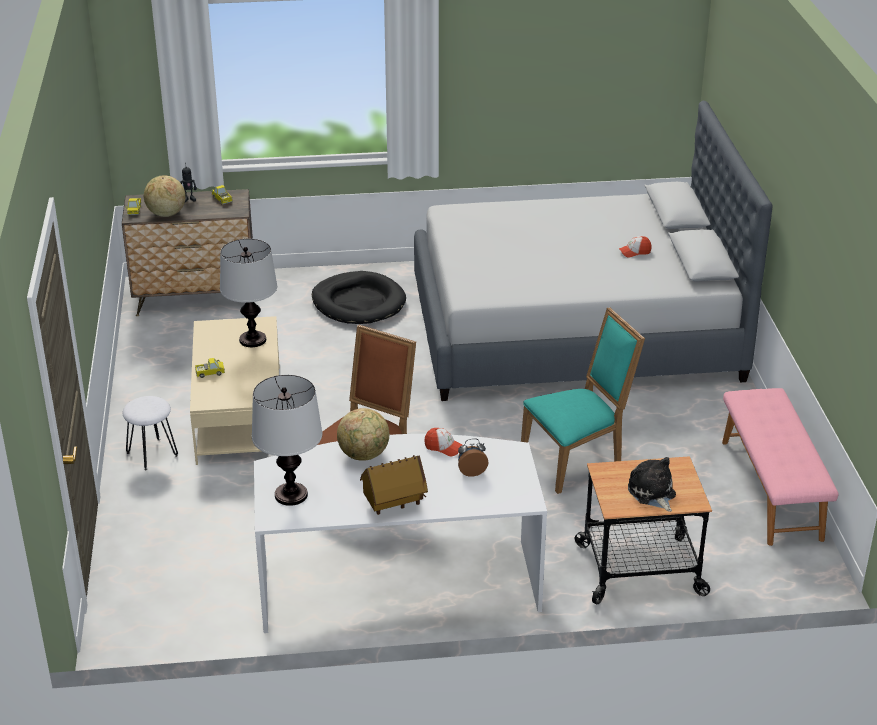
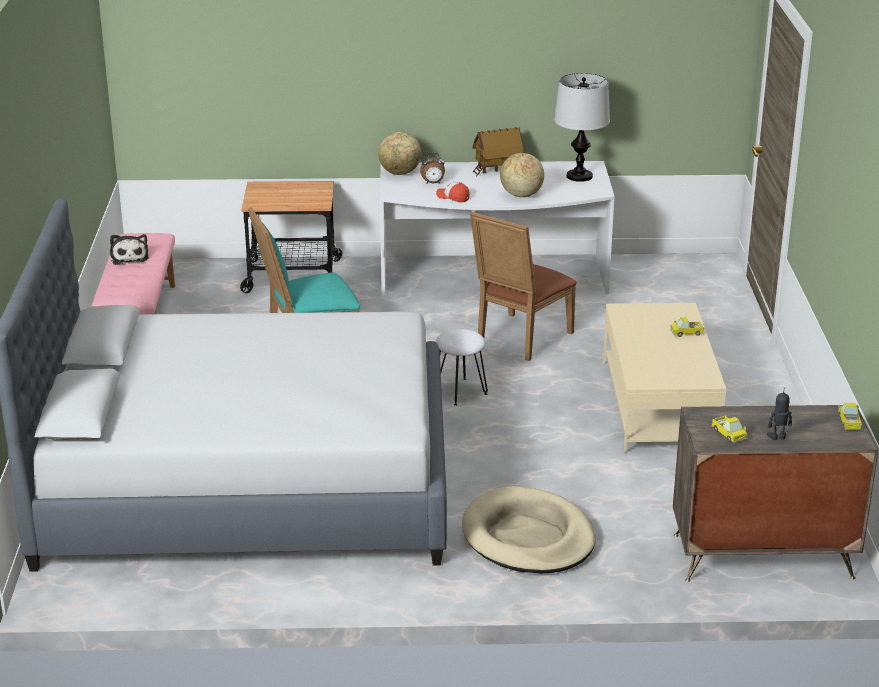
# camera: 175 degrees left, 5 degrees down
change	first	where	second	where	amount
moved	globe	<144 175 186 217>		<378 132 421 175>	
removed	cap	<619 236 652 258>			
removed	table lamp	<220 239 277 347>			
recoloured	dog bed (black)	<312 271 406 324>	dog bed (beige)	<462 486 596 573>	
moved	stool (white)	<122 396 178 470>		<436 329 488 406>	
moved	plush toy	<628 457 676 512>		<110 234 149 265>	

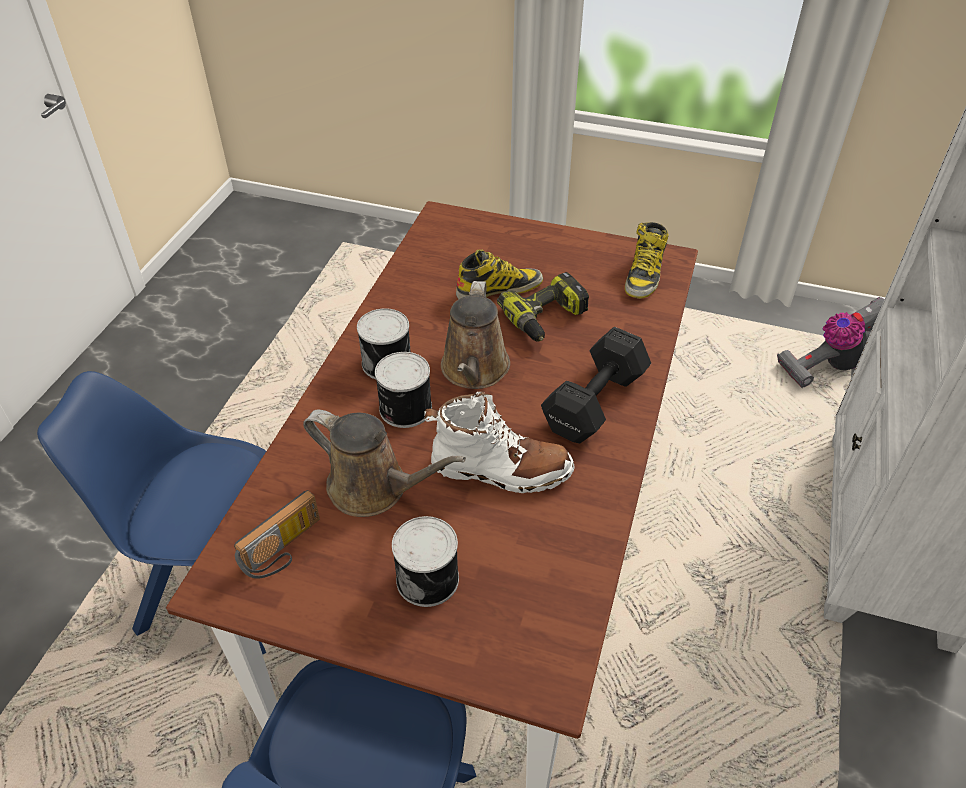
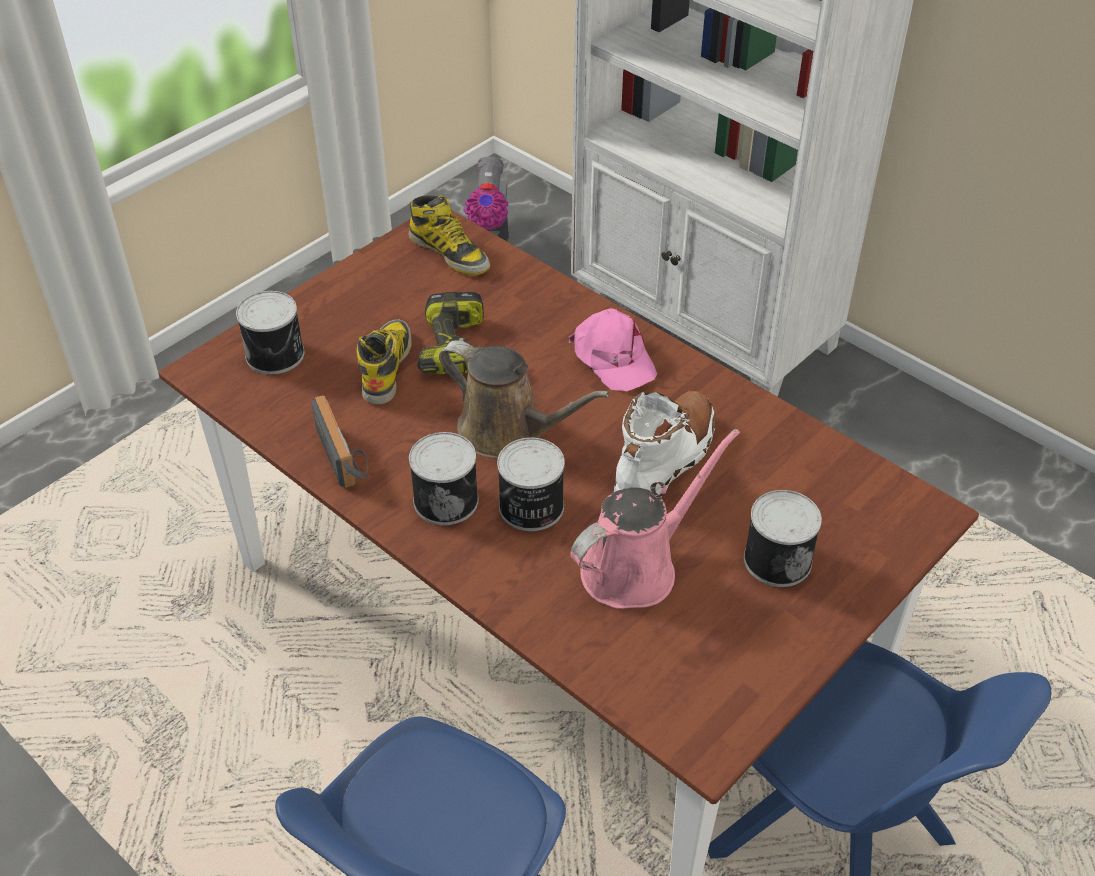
# camera: 65 degrees left, 0 degrees up
change	first	where	second	where	amount
replaced	dumbbell (black)	<541 327 651 444>	cap (pink)	<568 308 657 391>	
recoloured	watering can (brown)	<303 410 466 517>	watering can (pink)	<570 429 740 609>	
moved	radio	<234 490 320 579>		<311 395 368 488>	
added			can	<236 291 304 374>	

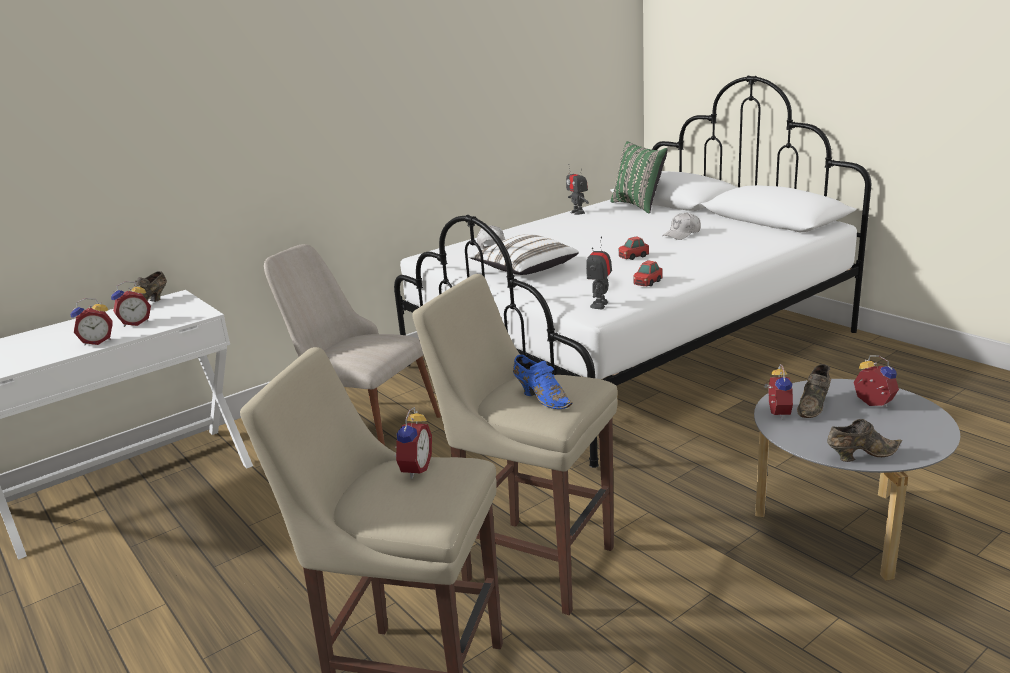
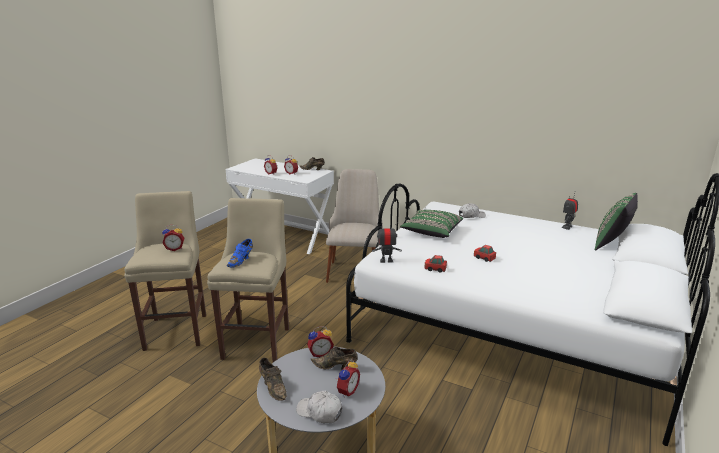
# camera: 65 degrees right, 0 degrees up
change	first	where	second	where	amount
moved	cap (white)	<662 212 701 240>		<296 391 342 423>	
recoloured	pillow (white)	<469 234 579 275>	pillow (green)	<400 210 463 238>	

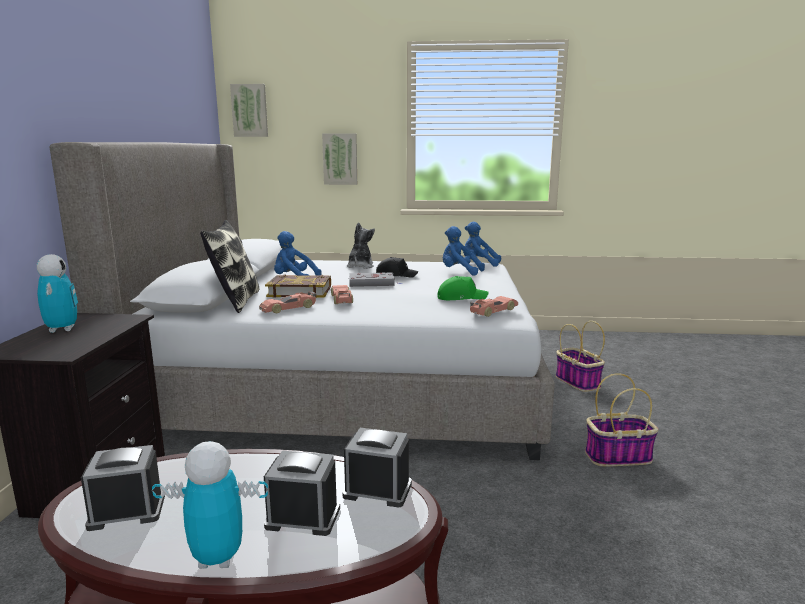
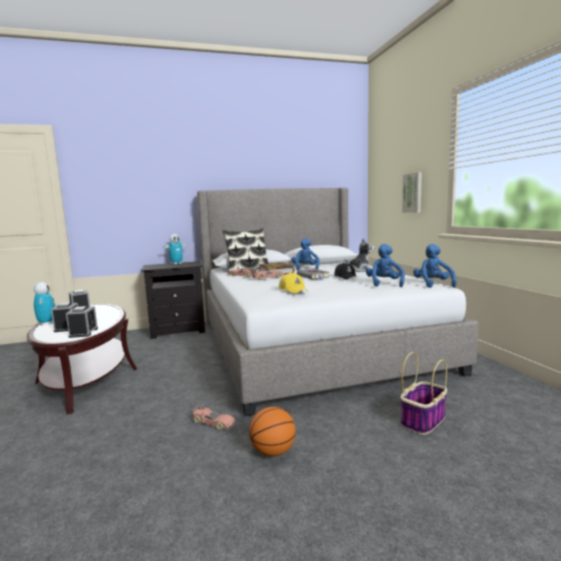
# camera: 70 degrees right, 5 degrees down
change	first	where	second	where	amount
removed	picture	<230 84 268 137>			
recoloured	cap (green)	<437 276 488 300>	cap (yellow)	<279 273 307 293>	
moved	toy car	<470 296 518 317>		<191 406 236 430>	
replaced	basket	<585 373 658 466>	basketball	<249 407 296 457>	

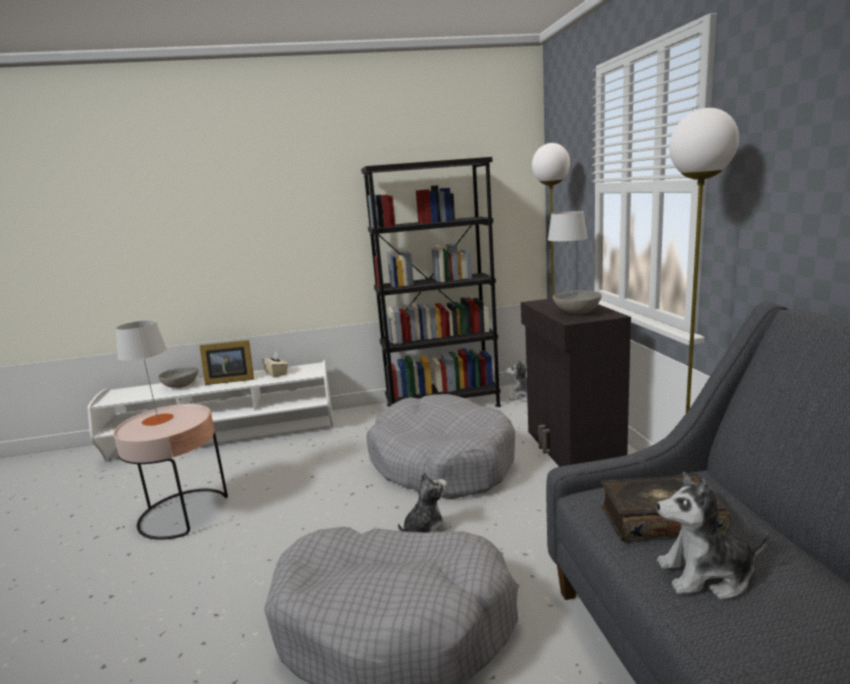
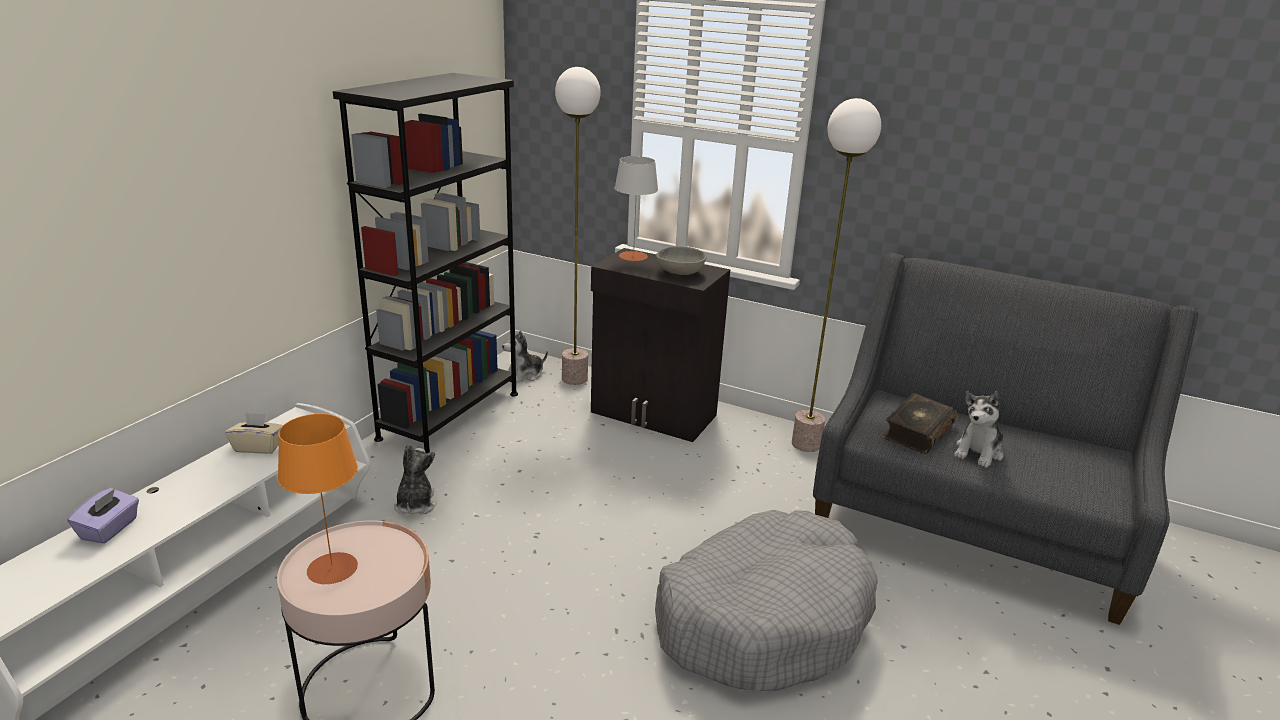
# camera: 55 degrees left, 10 degrees up
change	first	where	second	where	amount
recoloured	table lamp (grey)	<116 320 174 426>	table lamp (orange)	<278 414 358 584>	
removed	picture frame	<199 340 254 385>			
replaced	bowl (grey)	<158 367 198 388>	tissue box (purple)	<68 488 139 544>	
removed	dog bed (grey)	<367 394 515 499>			
moved	plush toy	<398 471 451 533>		<394 444 437 514>	

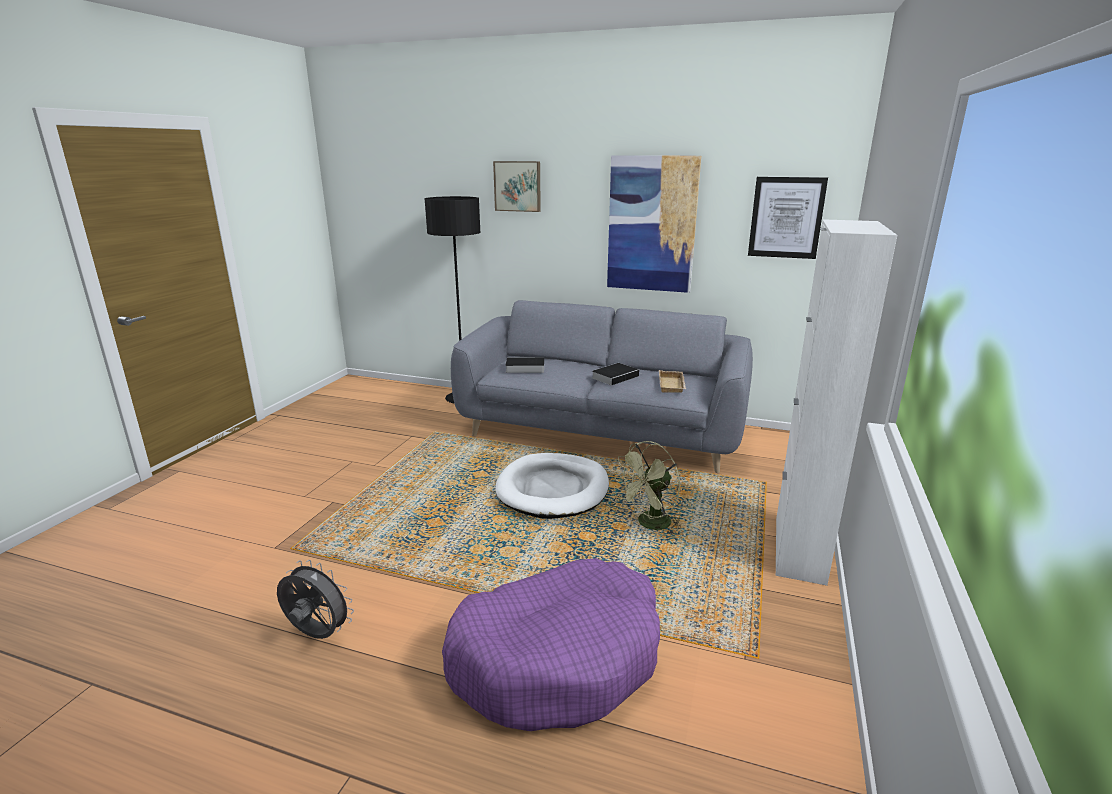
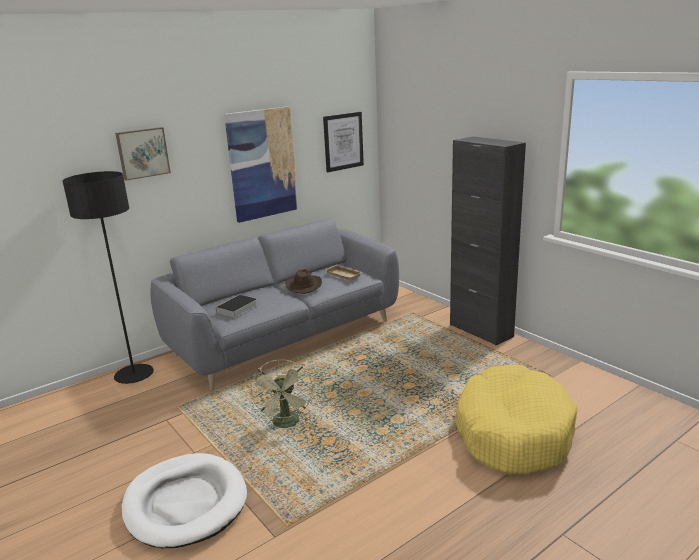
# camera: 55 degrees left, 0 degrees up
change	first	where	second	where	amount
recoloured	cabinet (white)	<775 219 897 586>	cabinet (black)	<450 136 526 346>	
replaced	book	<592 363 640 386>	hat (brown)	<285 269 322 294>	
moved	fan (green)	<615 441 682 534>		<250 359 313 428>	
moved	dog bed (white)	<495 453 609 519>		<122 453 247 548>	
recoloured	dog bed (purple)	<442 558 660 731>	dog bed (yellow)	<455 364 577 475>	
removed	fan (grey)	<277 560 354 639>			

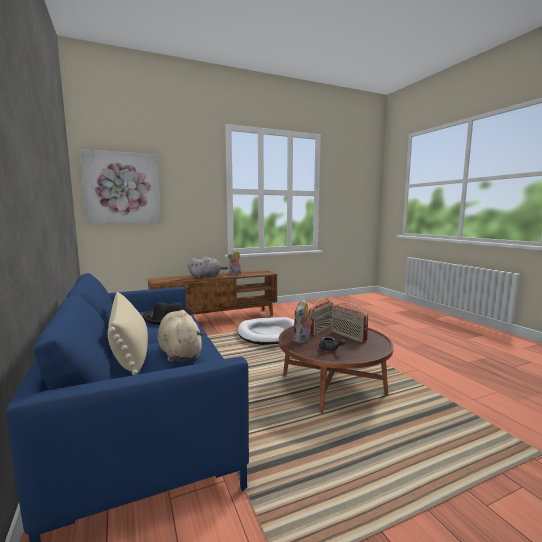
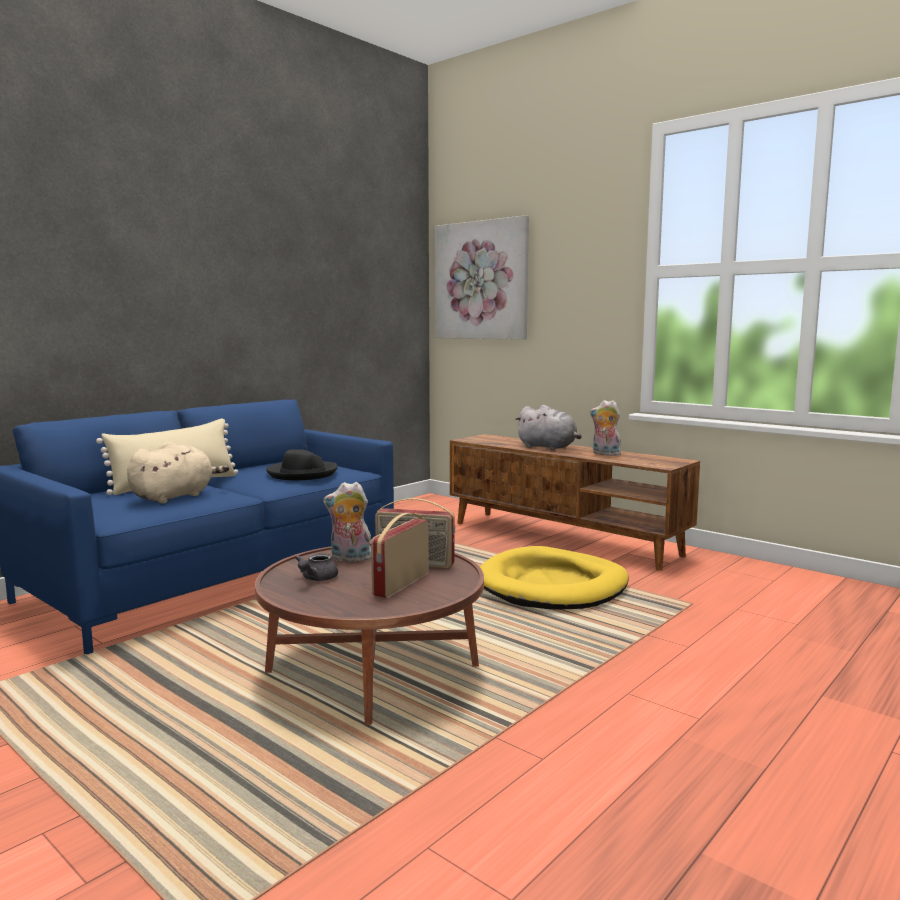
# camera: 65 degrees right, 0 degrees up
change	first	where	second	where	amount
recoloured	dog bed (white)	<238 317 295 345>	dog bed (yellow)	<480 546 629 610>	

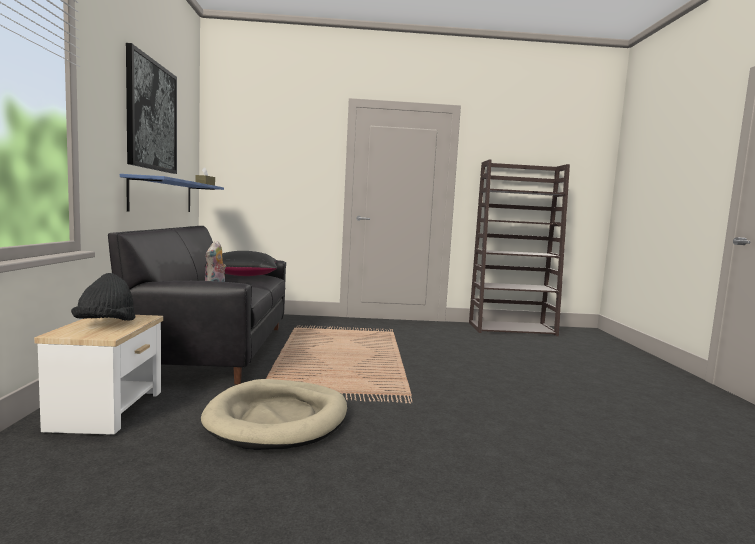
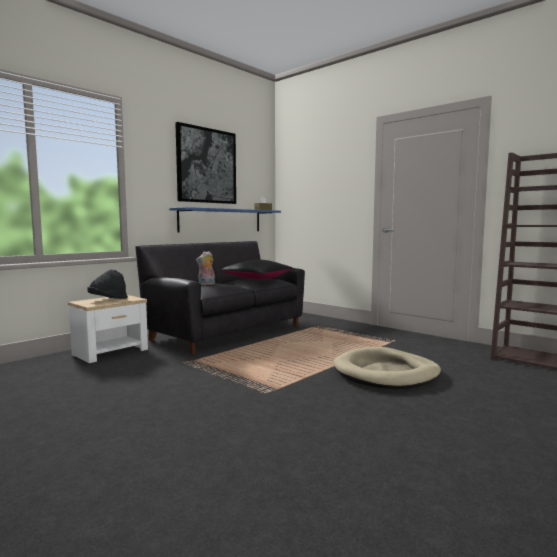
# camera: 45 degrees right, 0 degrees up
change	first	where	second	where	amount
moved	dog bed (beige)	<201 379 347 450>		<333 347 441 389>	

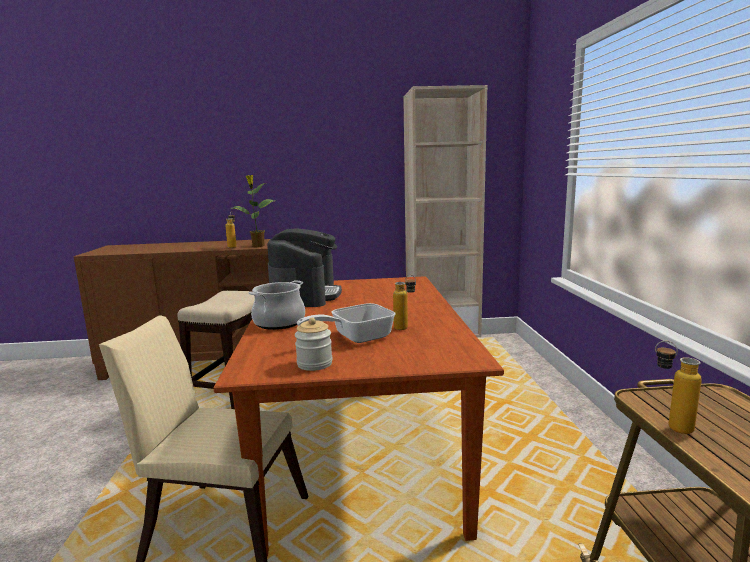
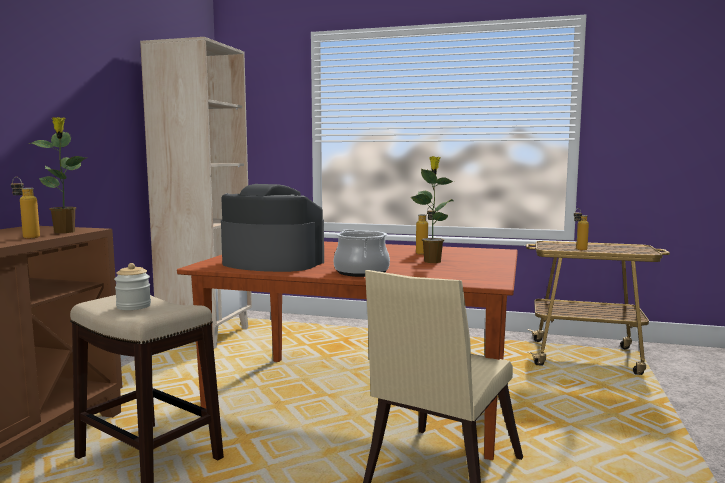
# camera: 70 degrees left, 5 degrees down
change	first	where	second	where	amount
replaced	frying pan	<297 303 395 343>	potted plant	<411 156 454 263>	
moved	jar	<295 318 332 371>		<114 263 151 310>	

